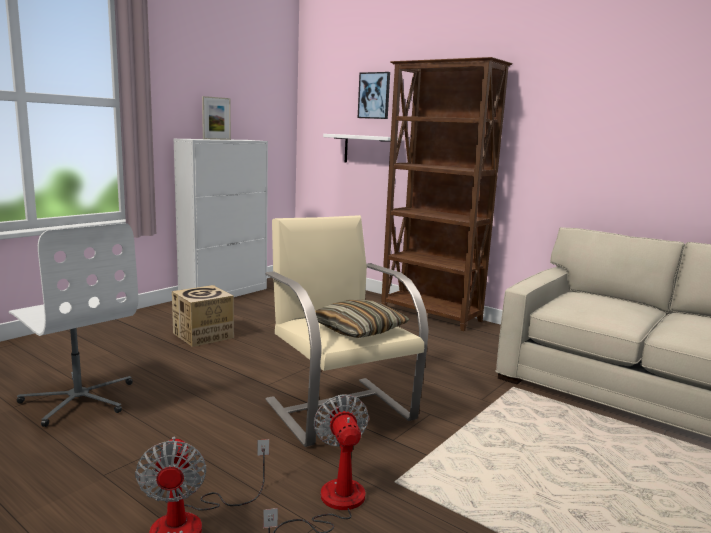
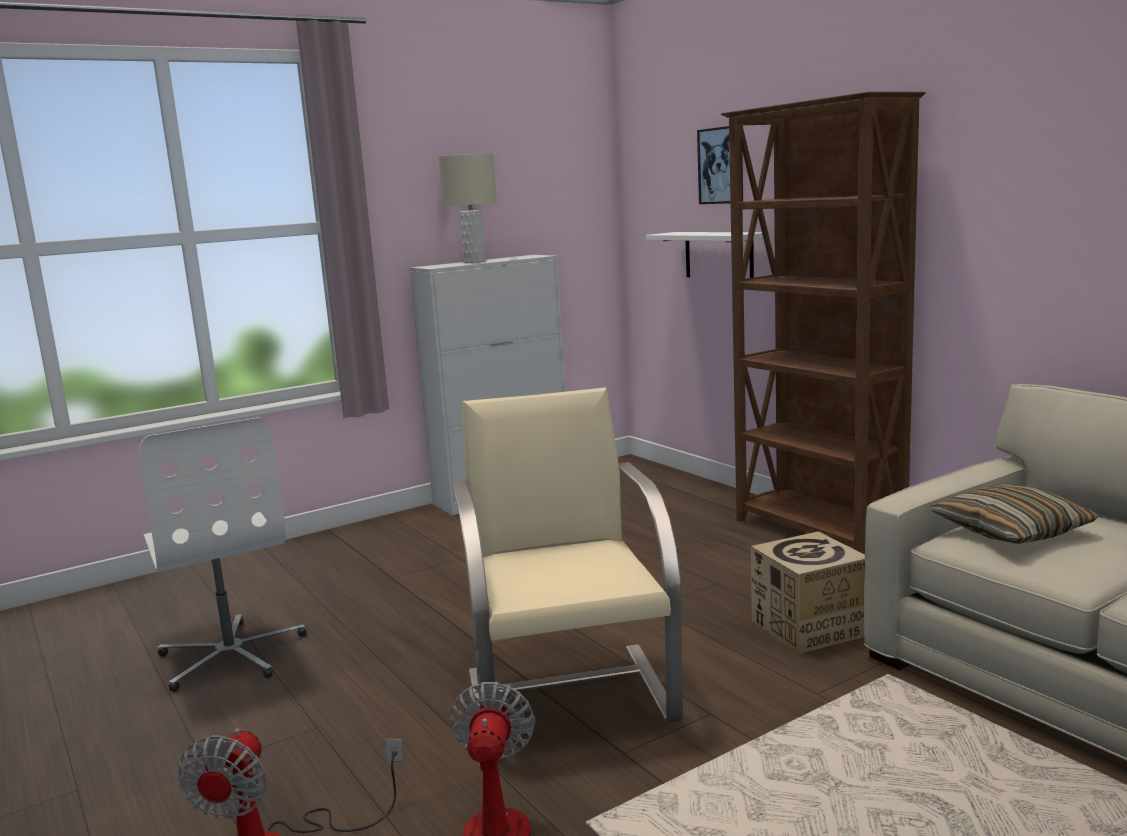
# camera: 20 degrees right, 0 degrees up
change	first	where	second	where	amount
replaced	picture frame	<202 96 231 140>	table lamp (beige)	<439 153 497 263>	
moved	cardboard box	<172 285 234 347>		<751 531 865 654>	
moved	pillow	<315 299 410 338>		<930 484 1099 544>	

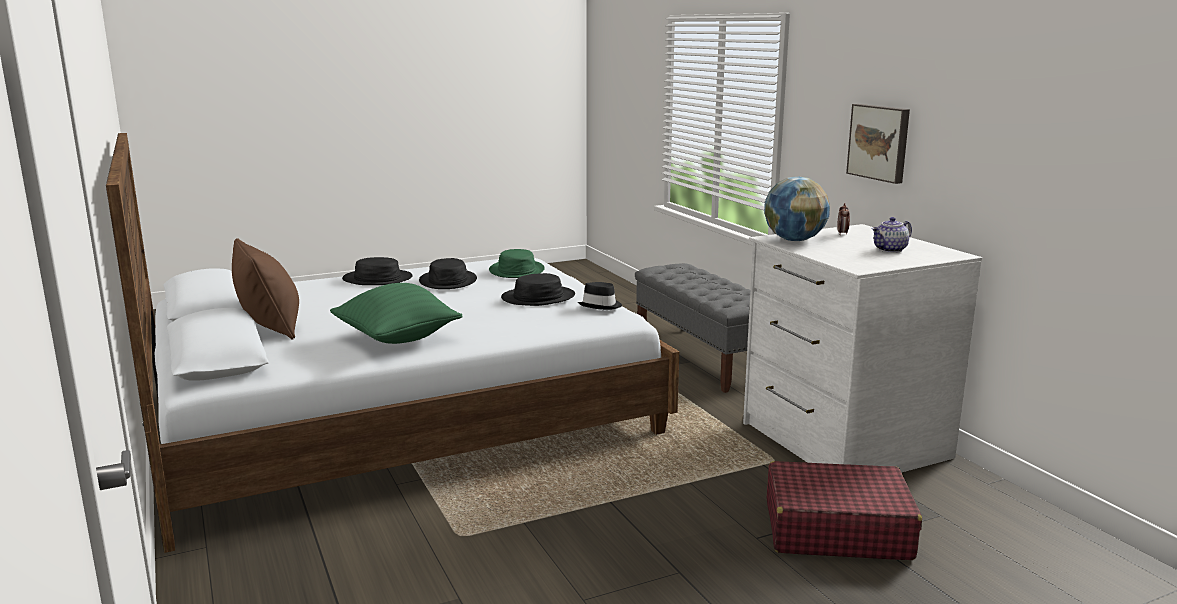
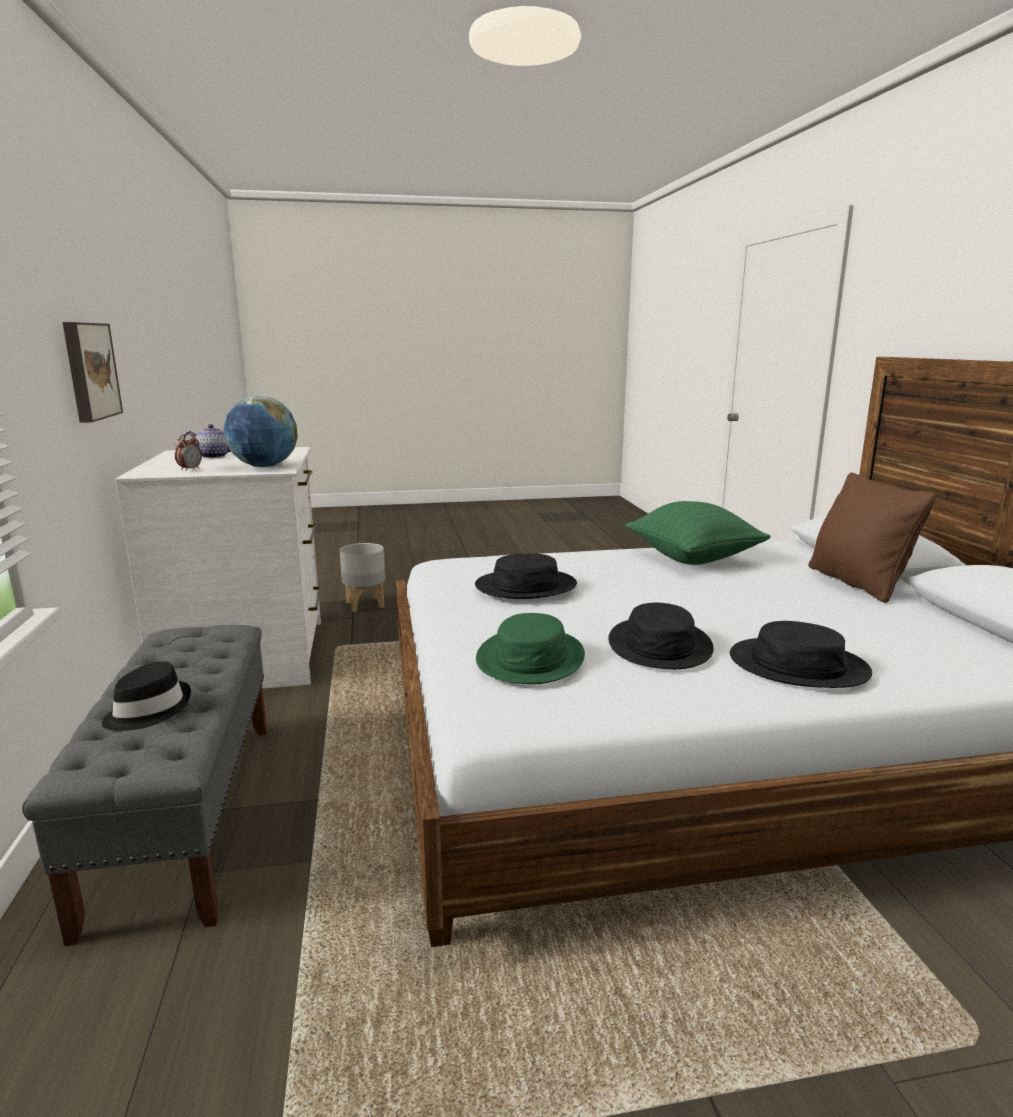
# camera: 165 degrees left, 0 degrees up
change	first	where	second	where	amount
moved	hat (black)	<578 282 622 310>		<102 661 191 731>	
replaced	suitcase (red)	<767 461 922 560>	planter (grey)	<340 543 385 612>	

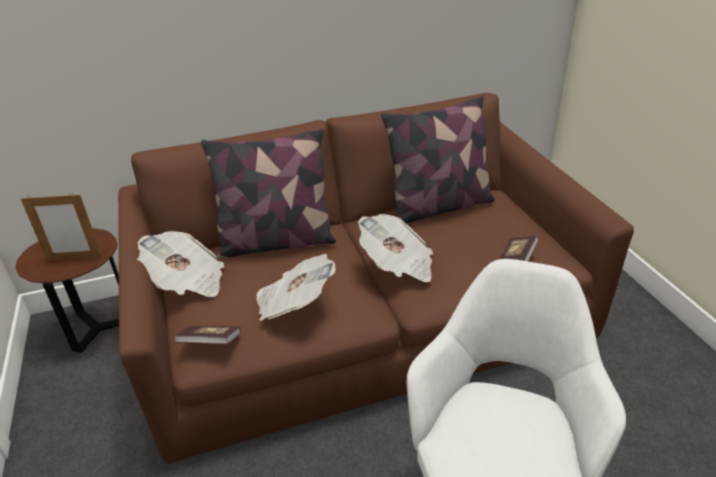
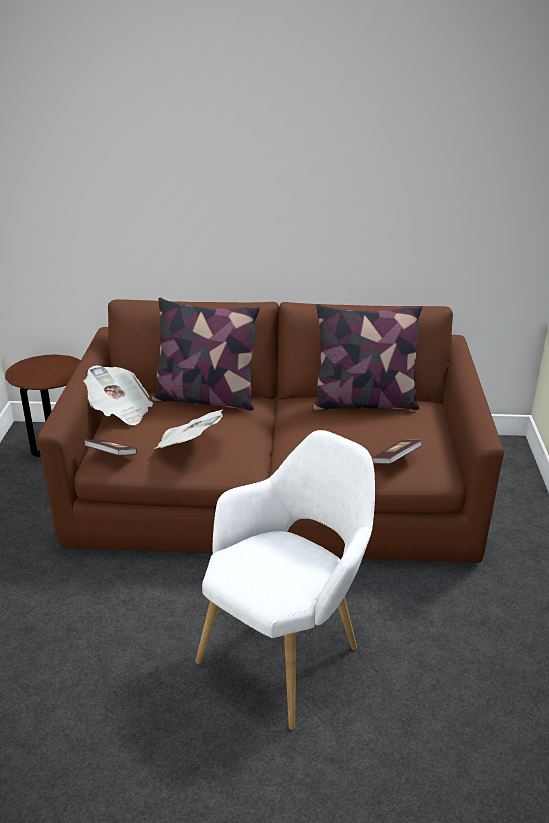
# camera: 20 degrees right, 5 degrees down
change	first	where	second	where	amount
removed	picture frame	<21 193 102 261>			
removed	newspaper	<358 214 433 282>			

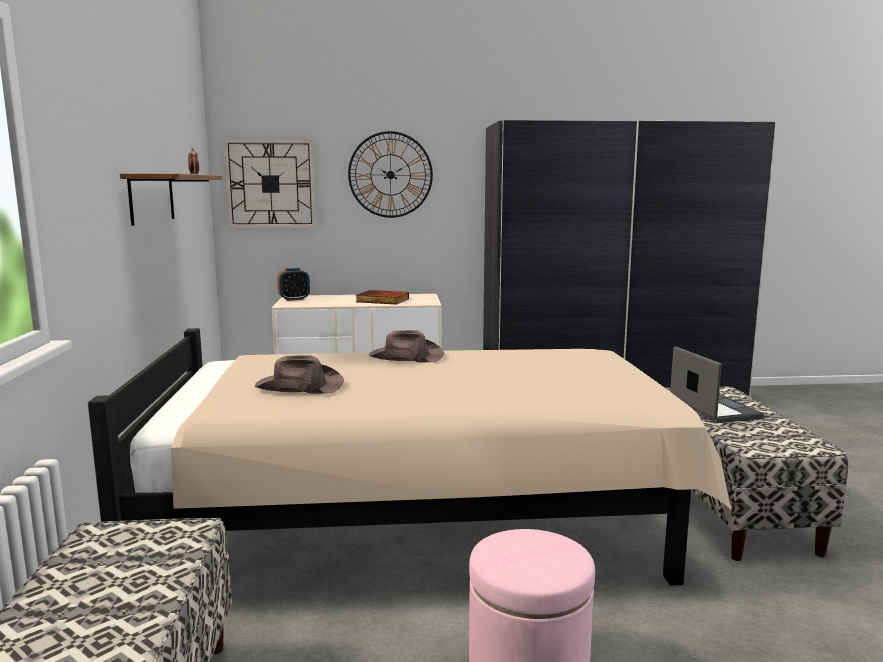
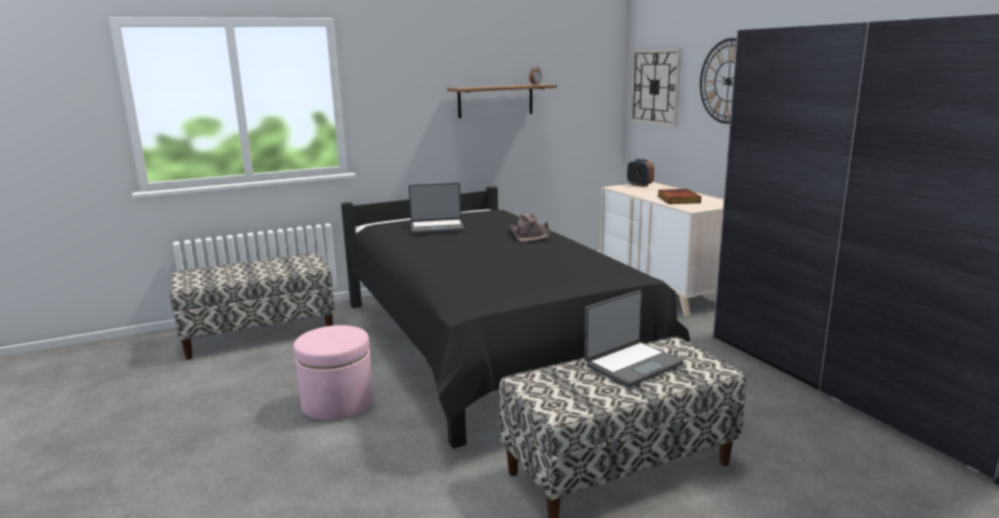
# camera: 70 degrees right, 5 degrees up
change	first	where	second	where	amount
recoloured	bed (beige)	<88 328 733 586>	bed (black)	<341 186 690 448>	
replaced	hat (brown)	<255 355 344 394>	laptop	<409 183 465 234>	

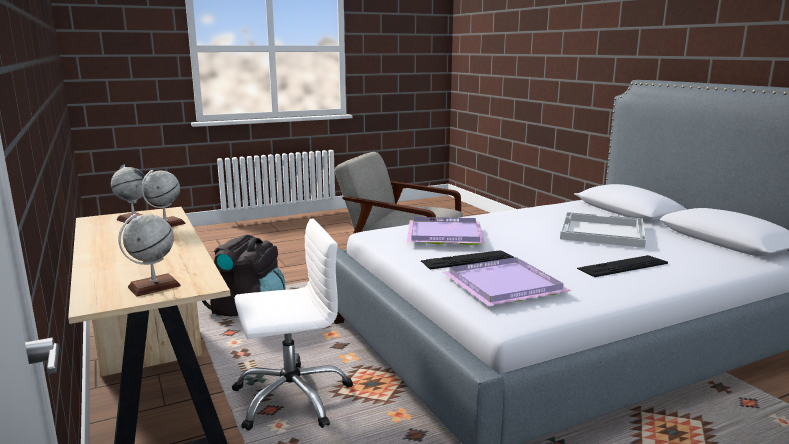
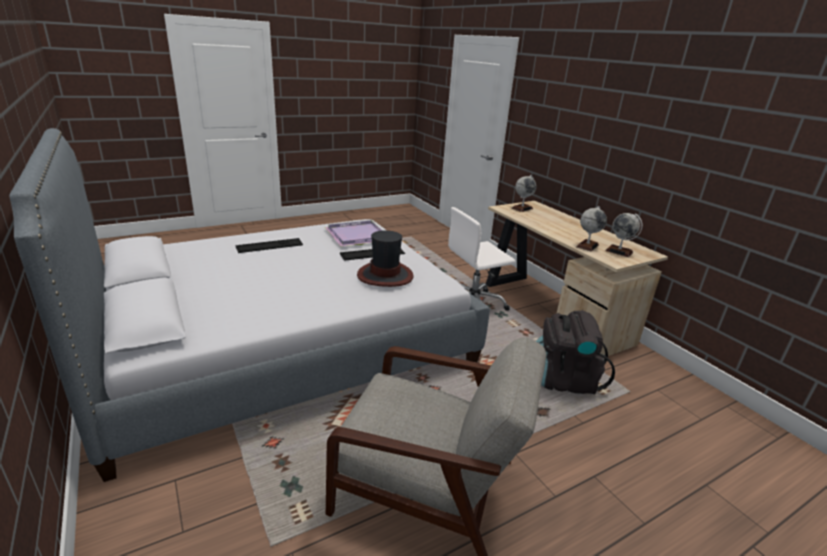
# camera: 175 degrees right, 10 degrees up
change	first	where	second	where	amount
removed	tray (white)	<560 212 646 248>			
replaced	tray (purple)	<407 217 485 245>	hat	<357 230 414 287>	

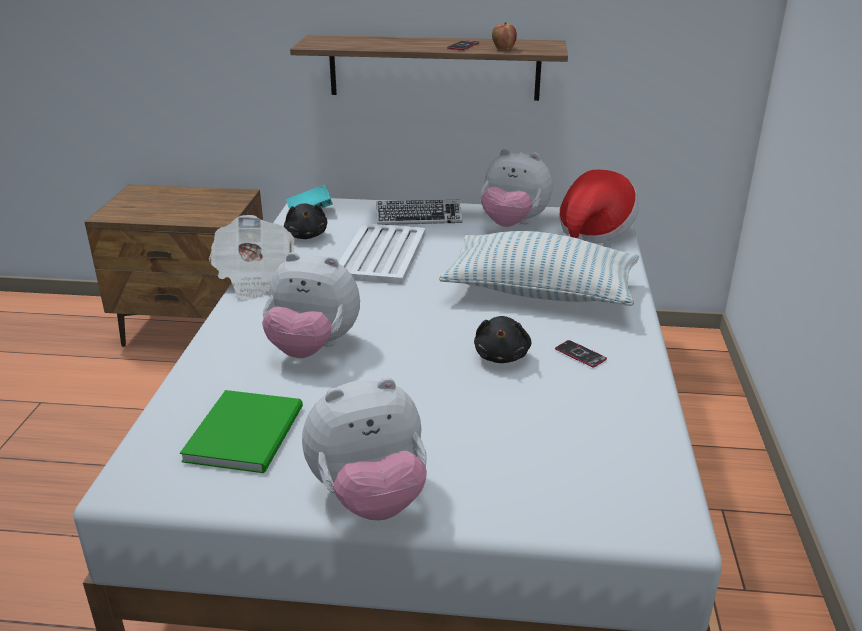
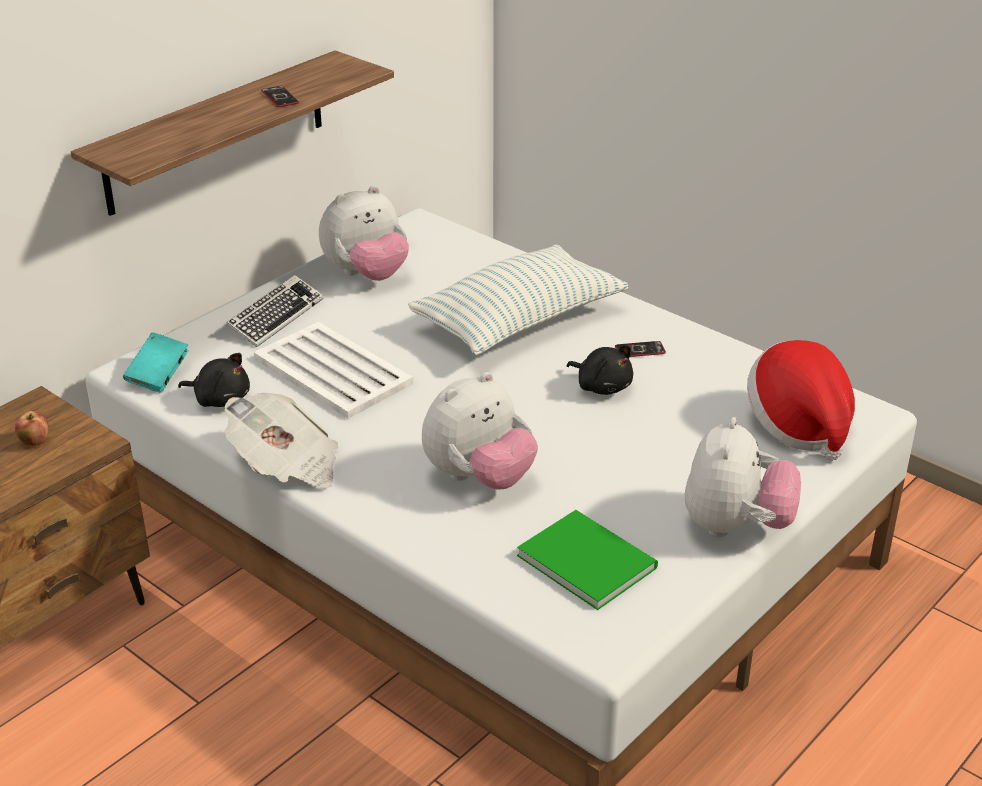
# camera: 55 degrees left, 5 degrees up
change	first	where	second	where	amount
moved	apple	<492 22 517 50>		<15 411 49 446>	
moved	hat	<559 170 639 244>		<747 340 855 461>	

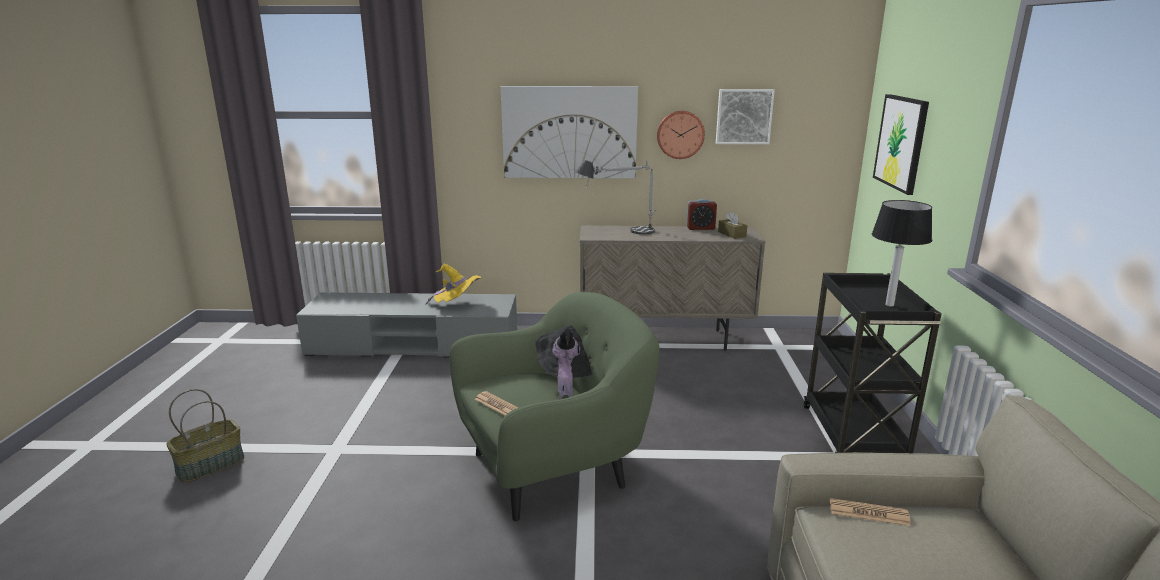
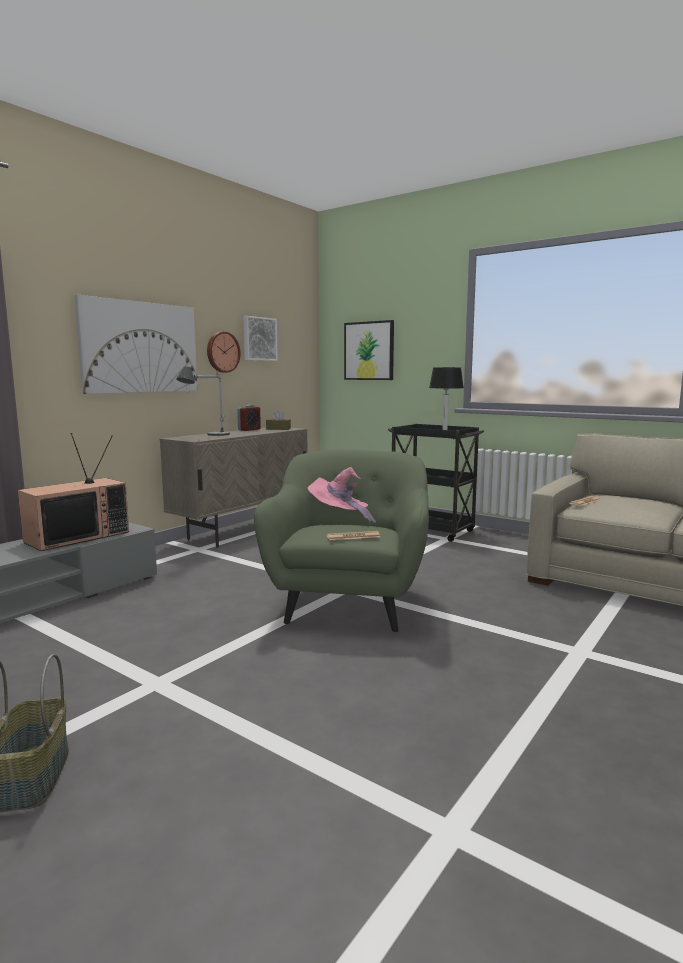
# camera: 55 degrees left, 10 degrees down
change	first	where	second	where	amount
replaced	hat (yellow)	<425 263 481 305>	television	<18 433 129 551>	
recoloured	hat (black)	<536 325 592 399>	hat (pink)	<307 467 376 525>	

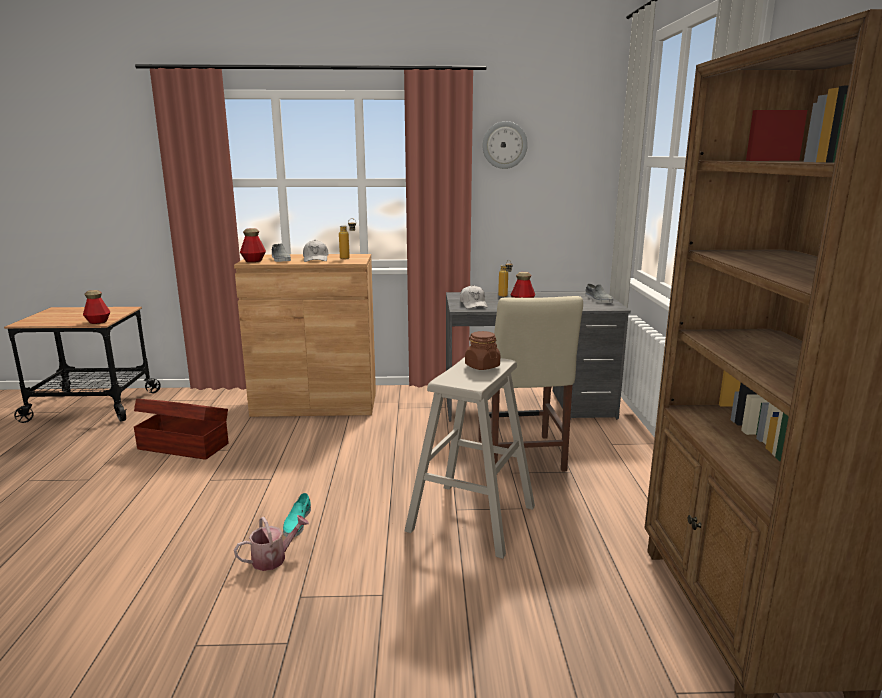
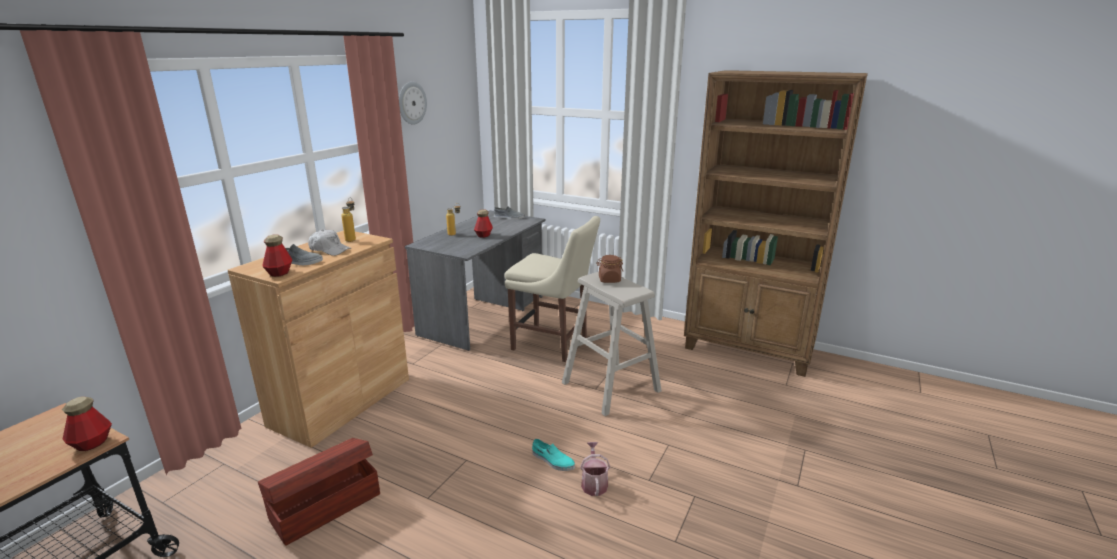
# camera: 60 degrees left, 5 degrees up
change	first	where	second	where	amount
removed	cap (white)	<460 285 488 309>			

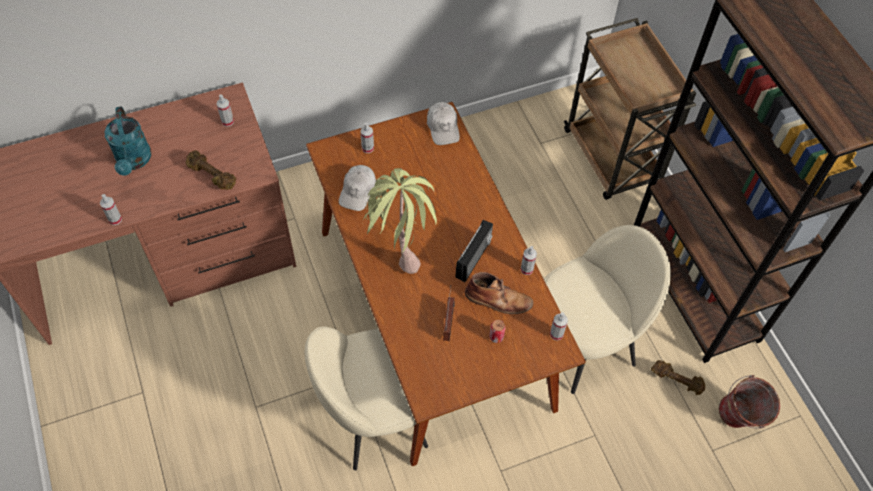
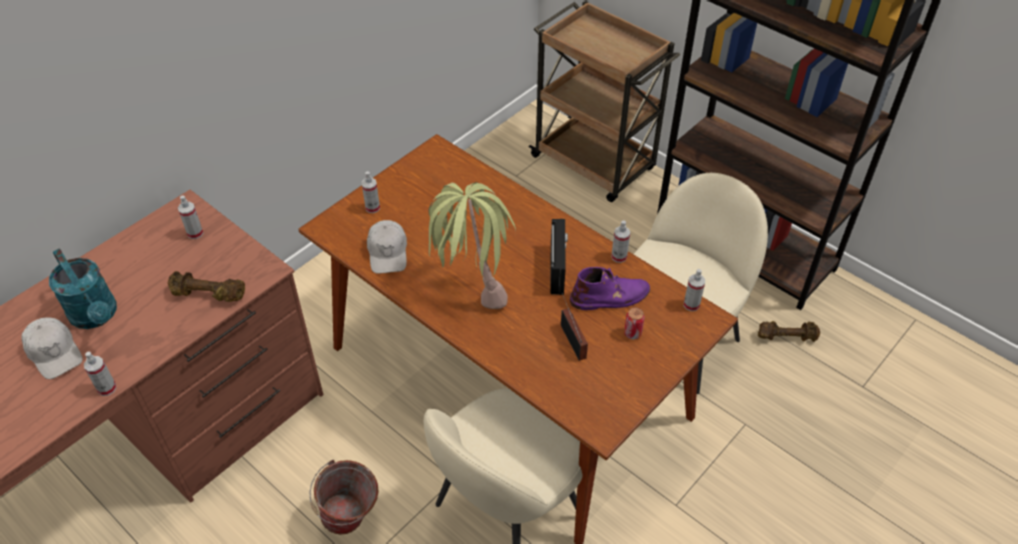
# camera: 25 degrees left, 10 degrees down
change	first	where	second	where	amount
moved	cap (white)	<427 102 460 145>		<22 317 82 379>	
recoloured	boot (brown)	<465 272 533 314>	boot (purple)	<570 267 650 310>	
moved	bucket	<719 375 780 428>		<309 460 379 535>	

